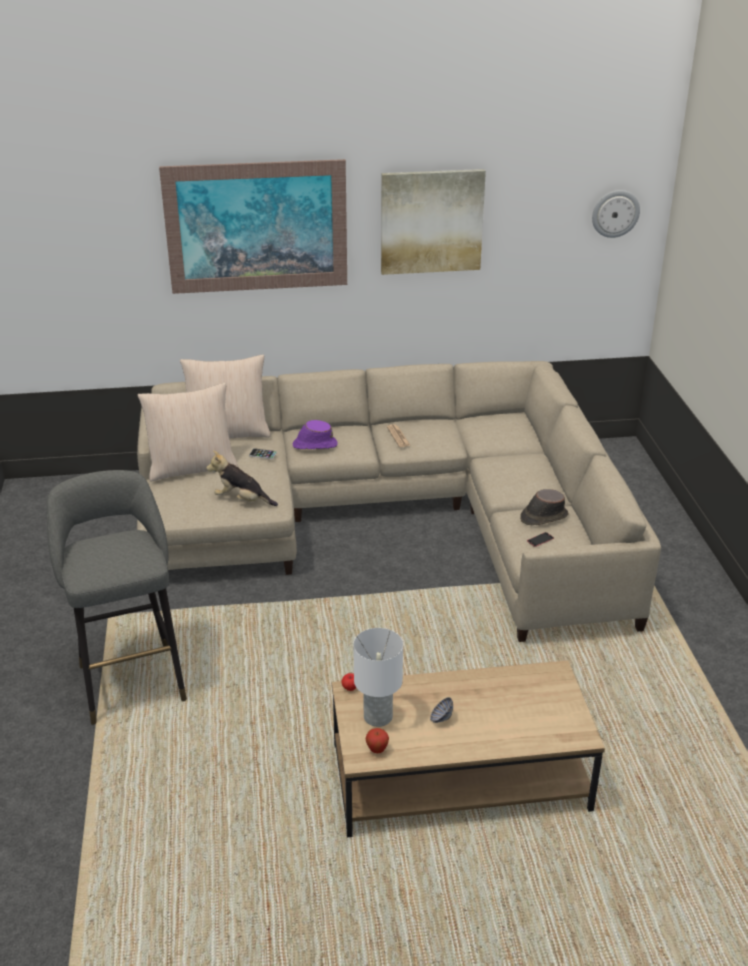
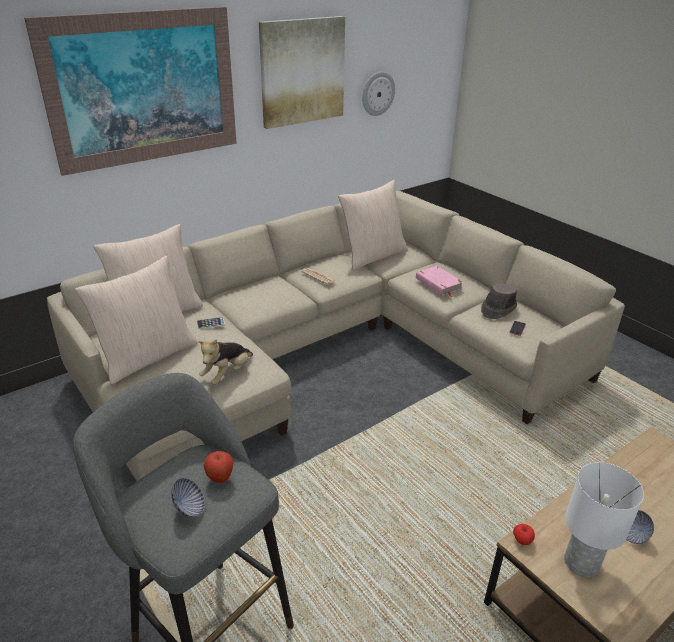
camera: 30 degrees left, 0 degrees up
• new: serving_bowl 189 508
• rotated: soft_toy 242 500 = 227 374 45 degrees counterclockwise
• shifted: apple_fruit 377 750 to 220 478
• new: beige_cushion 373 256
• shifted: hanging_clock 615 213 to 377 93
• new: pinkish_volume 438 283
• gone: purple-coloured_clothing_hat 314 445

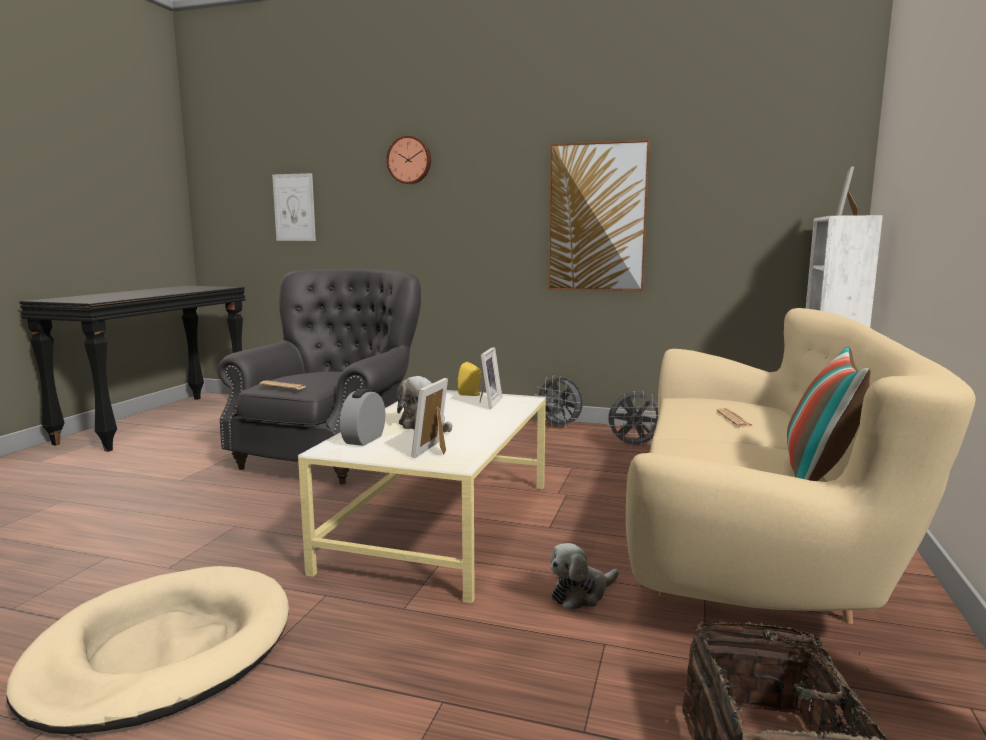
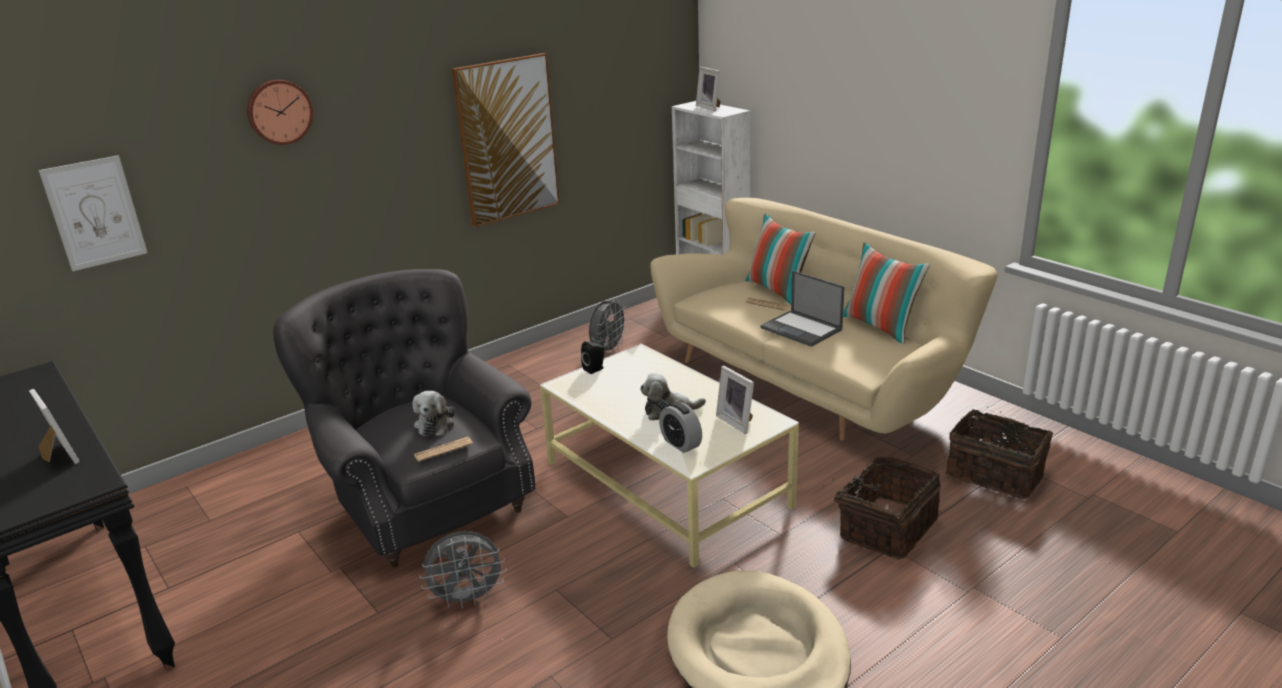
camera: 55 degrees left, 15 degrees up
• shifted: standing_frame 487 403 to 58 457
• shifted: soft_toy 581 594 to 435 424
• shifted: gray_cooling_fan 560 426 to 468 599
• repainted: yellow-coloured_loudspeaker 471 394 to black-coloured_loudspeaker 595 369
• new: cushion 778 290
• new: laptop 802 329
• new: storage_basket 885 528

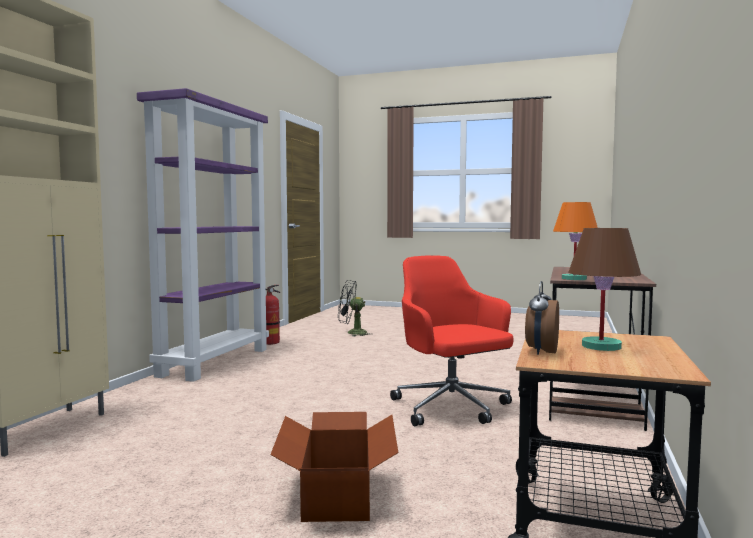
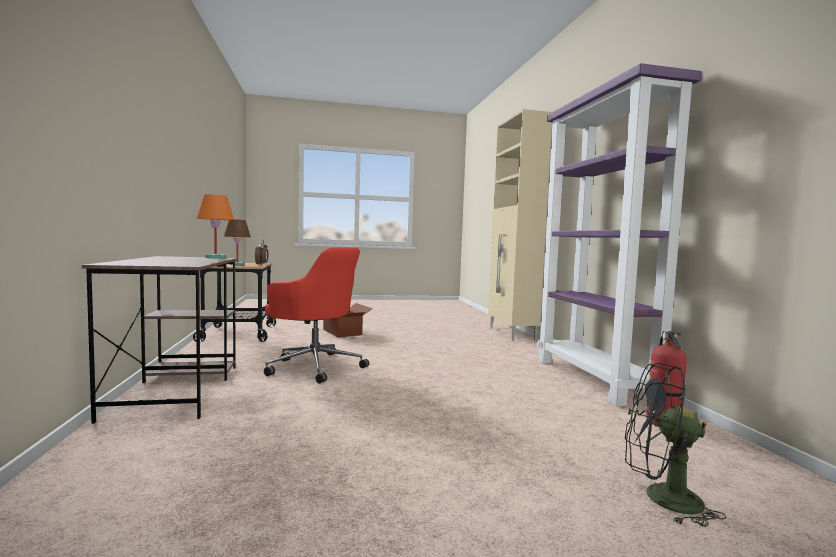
camera: 150 degrees right, 0 degrees up
• rotated: black-coloured_cooling_fan 352 333 = 660 498 135 degrees counterclockwise

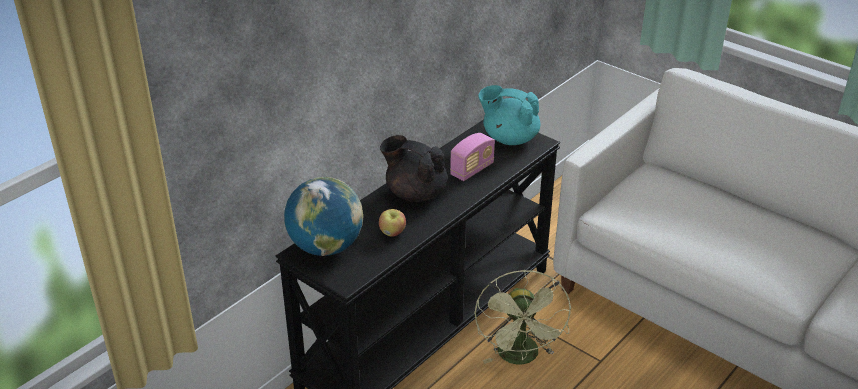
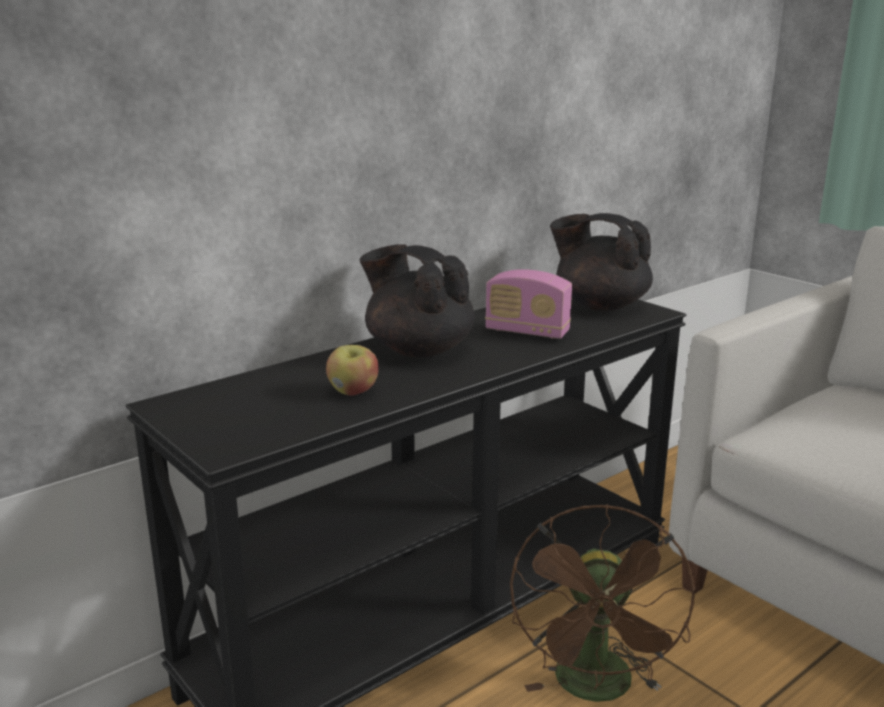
camera: 10 degrees right, 15 degrees down
• rotated: radio_set 472 170 = 527 332 60 degrees clockwise
• repainted: green-coloured_cooling_fan 520 357 to brown_cooling_fan 597 690
• repainted: turquoise_teapot 509 138 to black-coloured_teapot 599 305
• gone: globe 326 247

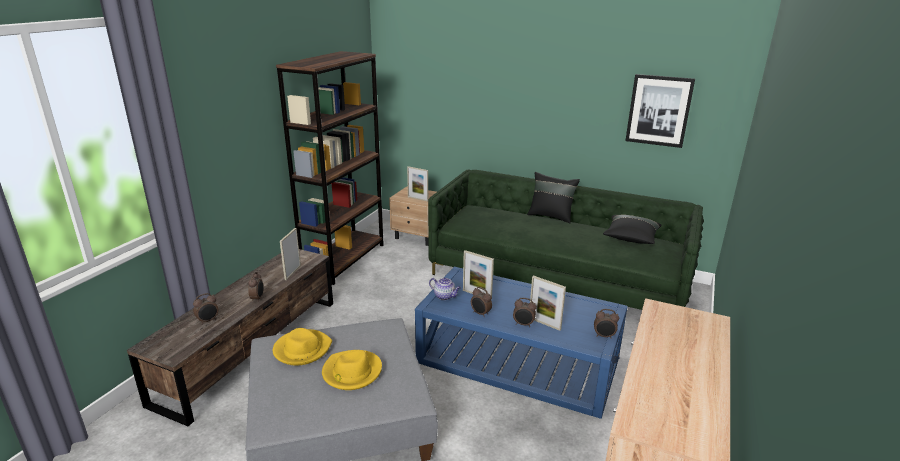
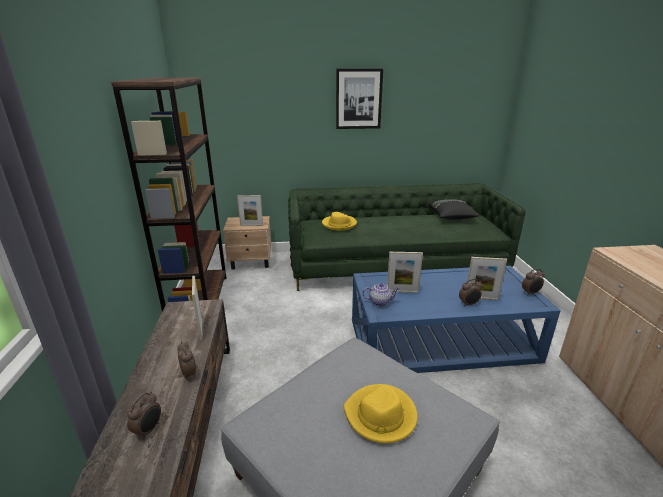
camera: 30 degrees left, 0 degrees up
• shifted: yellow-coloured_clothing_hat 302 349 to 339 224
• shifted: picture 659 110 to 358 99
• gone: table_clock 480 314
• gone: black-coloured_cushion 551 216

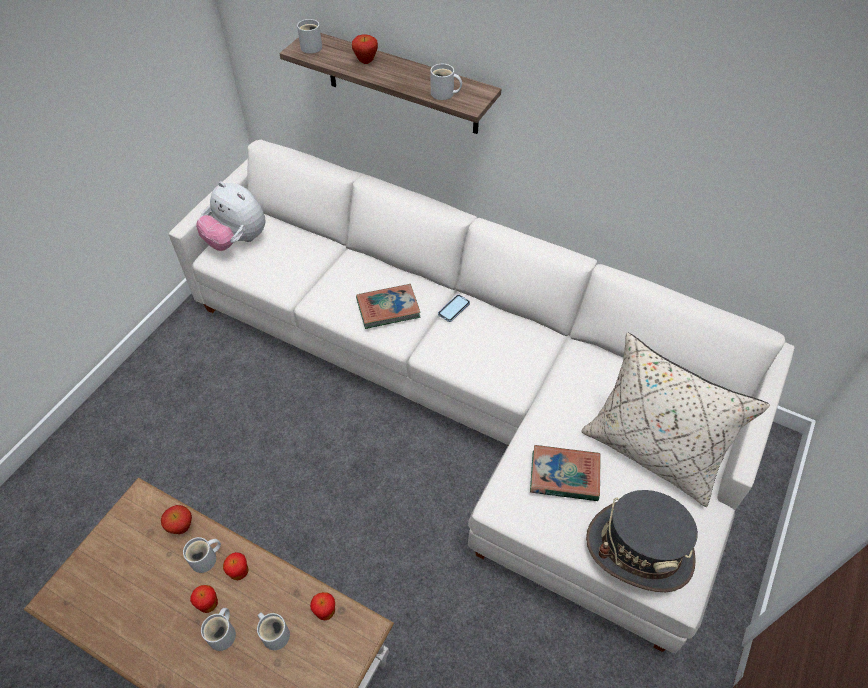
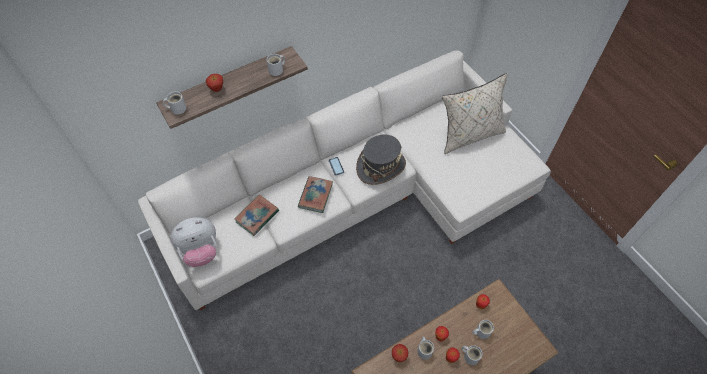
camera: 60 degrees left, 5 degrees up
• shifted: volume 564 475 to 257 216
• shifted: gray_clothing_hat 640 549 to 380 166

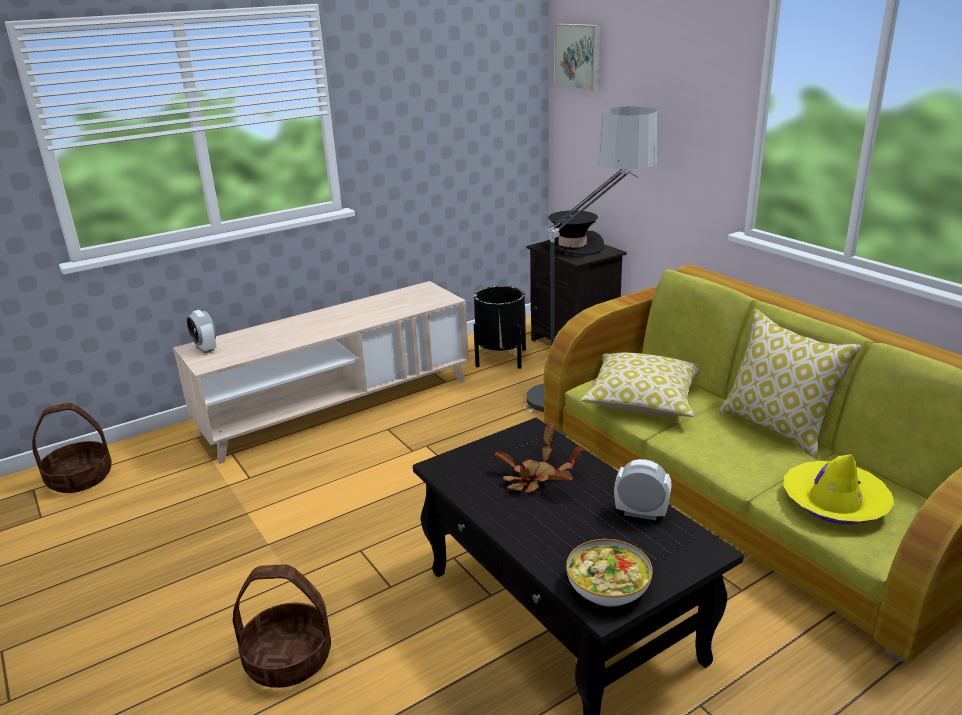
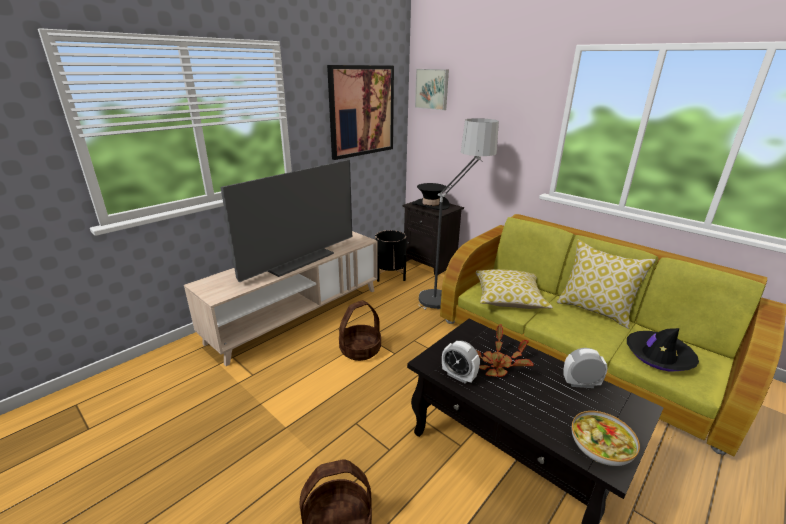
camera: 15 degrees left, 0 degrees up
• new: TV_set 297 259
• new: picture 362 111
• shifted: storage_basket 79 478 to 360 350
• shifted: table_clock 205 348 to 458 376
• repainted: yellow-coloured_clothing_hat 834 501 to black-coloured_clothing_hat 658 356

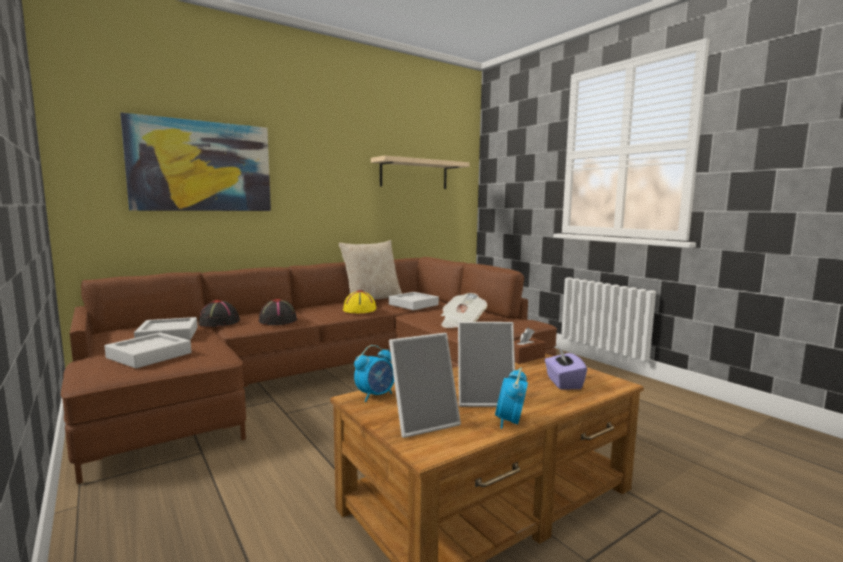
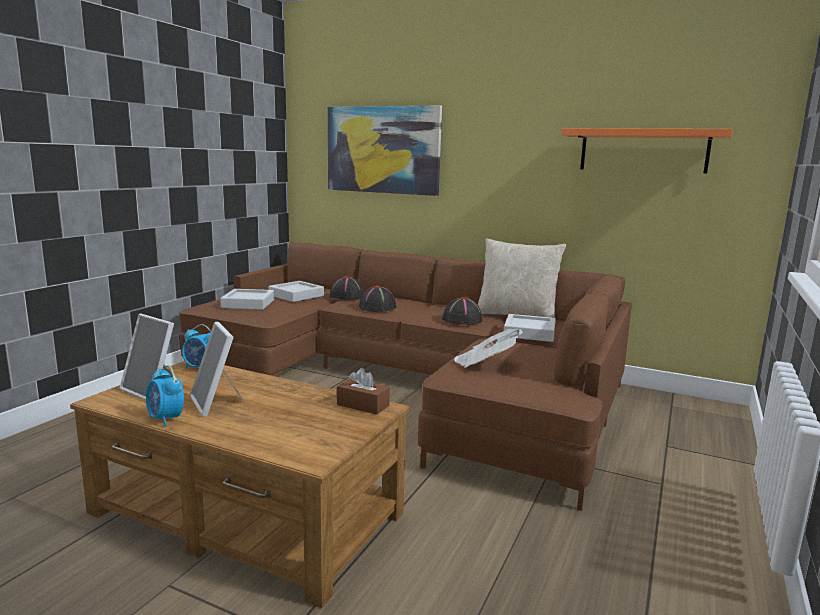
camera: 60 degrees right, 5 degrees up
• rotated: table_clock 510 422 = 166 419 120 degrees counterclockwise
• repainted: yellow-coloured_clothing_hat 359 310 to black-coloured_clothing_hat 461 320
• repainted: beige_bracket_shelf 414 174 to orange-coloured_bracket_shelf 643 151
• gone: purple-coloured_tissue_box 563 383

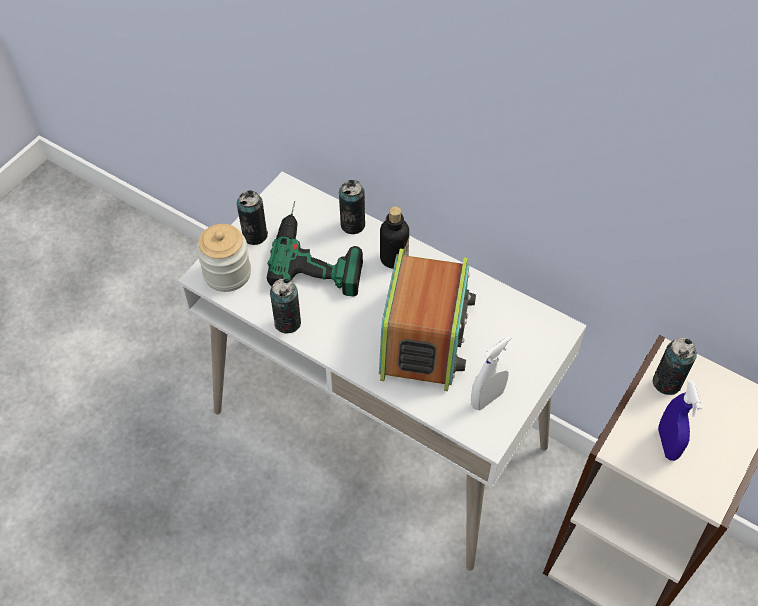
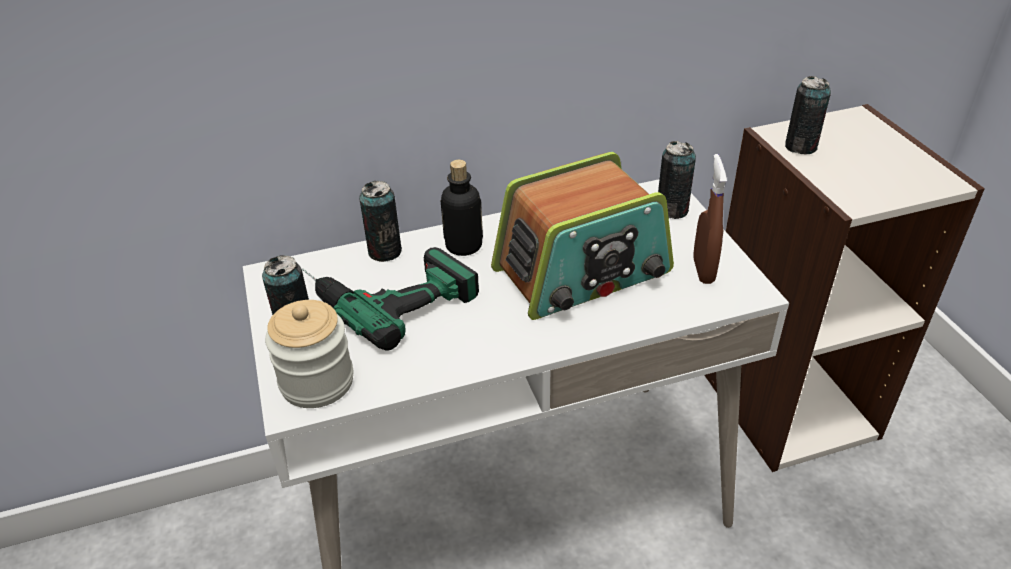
camera: 50 degrees left, 15 degrees down
• rotated: radio_set 425 334 = 583 272 105 degrees clockwise
• shifted: metal_can 287 322 to 672 210
• repainted: whitish_sprayer 487 398 to brown_sprayer 703 270
• gone: bluish_sprayer 667 443

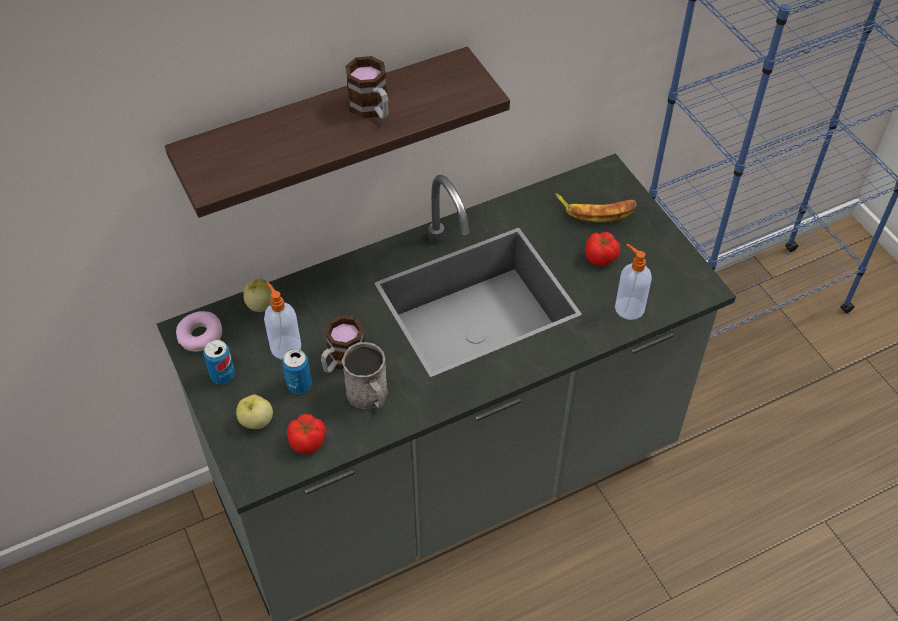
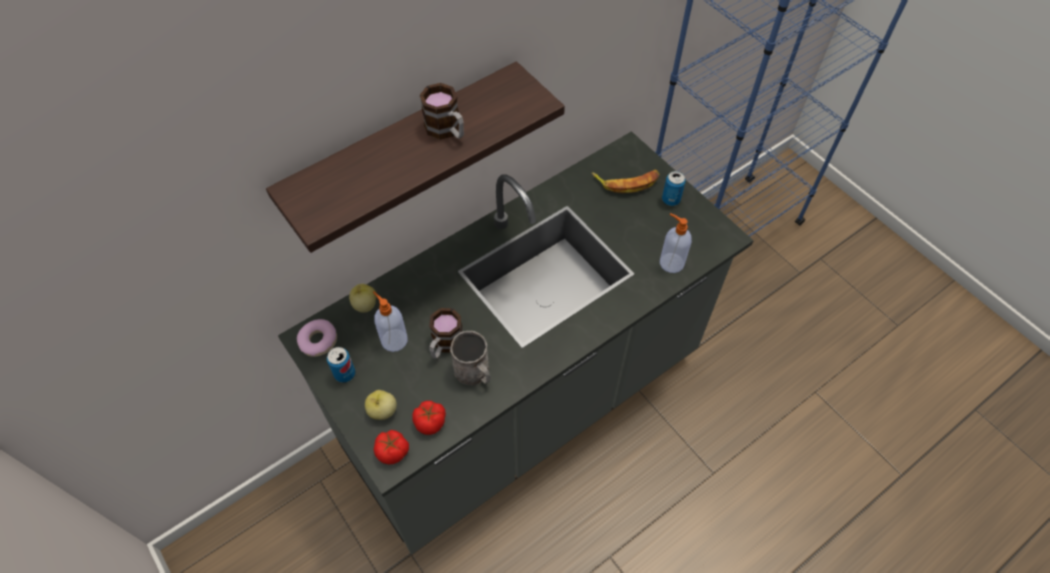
camera: 10 degrees left, 5 degrees up
• shifted: whole_tomato 601 257 to 393 452
• shifted: metal_can 299 384 to 670 200

